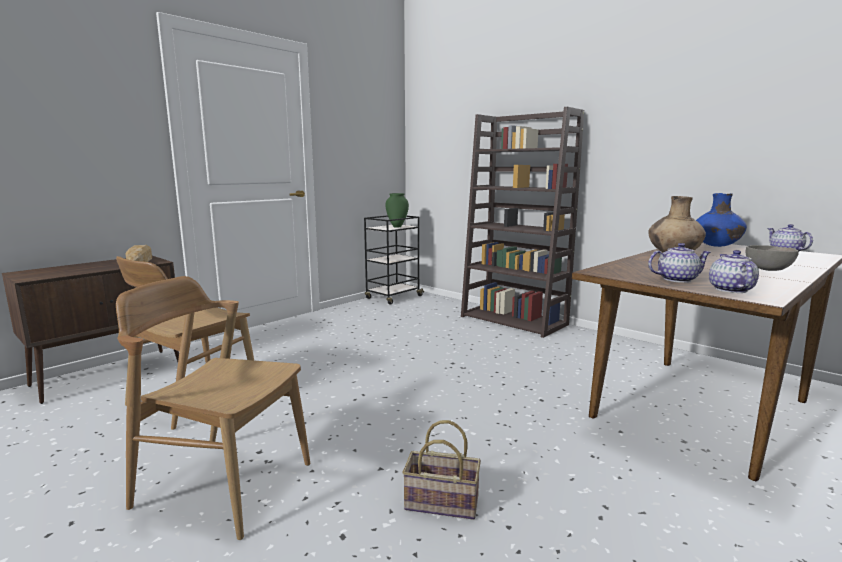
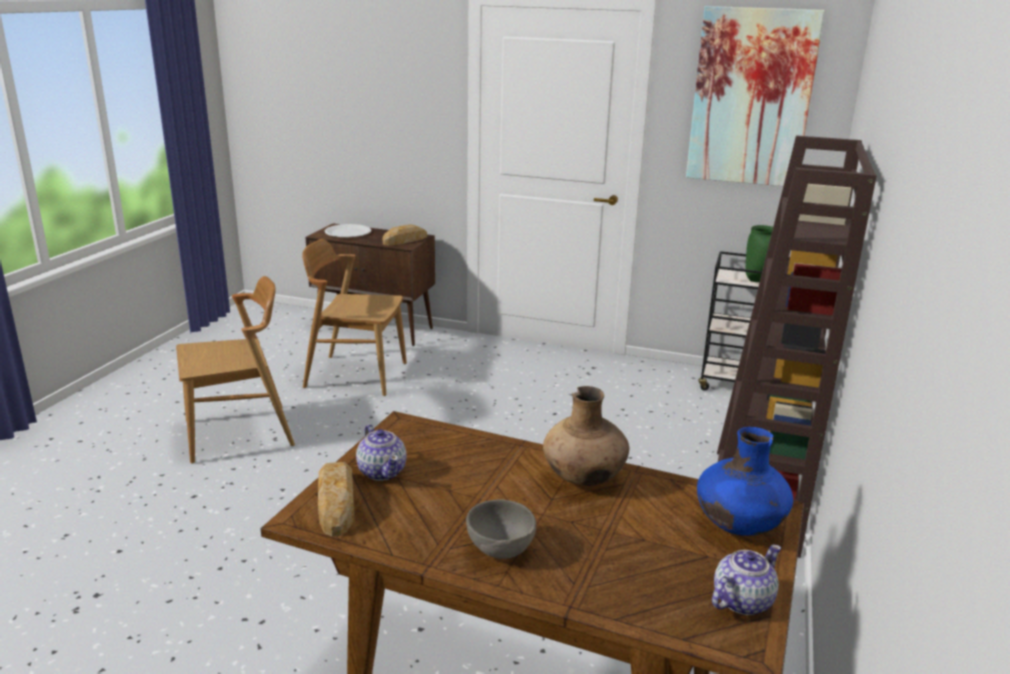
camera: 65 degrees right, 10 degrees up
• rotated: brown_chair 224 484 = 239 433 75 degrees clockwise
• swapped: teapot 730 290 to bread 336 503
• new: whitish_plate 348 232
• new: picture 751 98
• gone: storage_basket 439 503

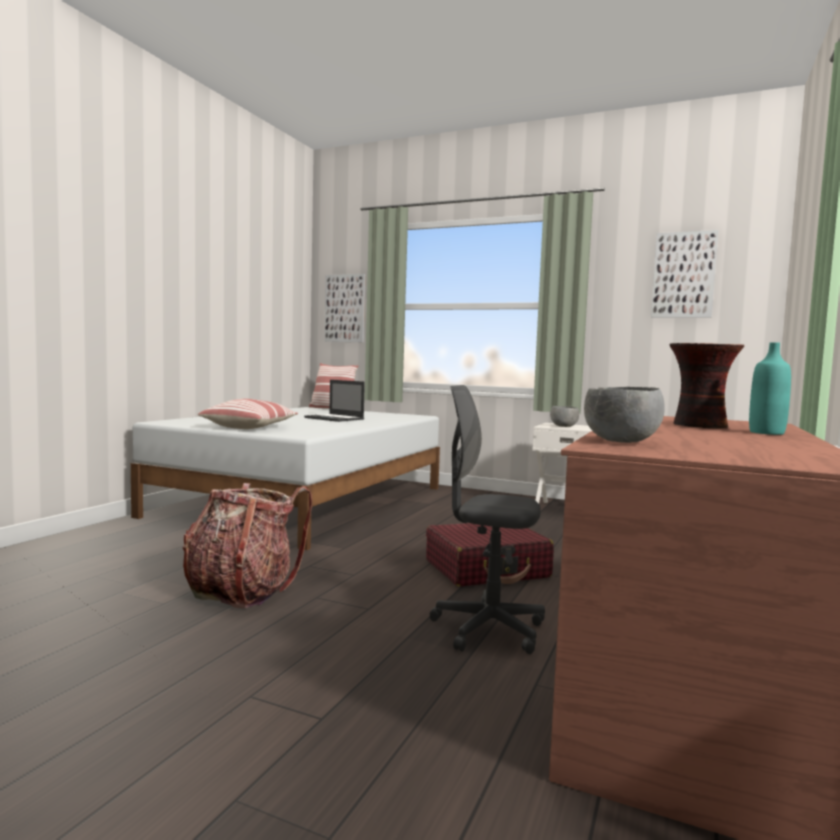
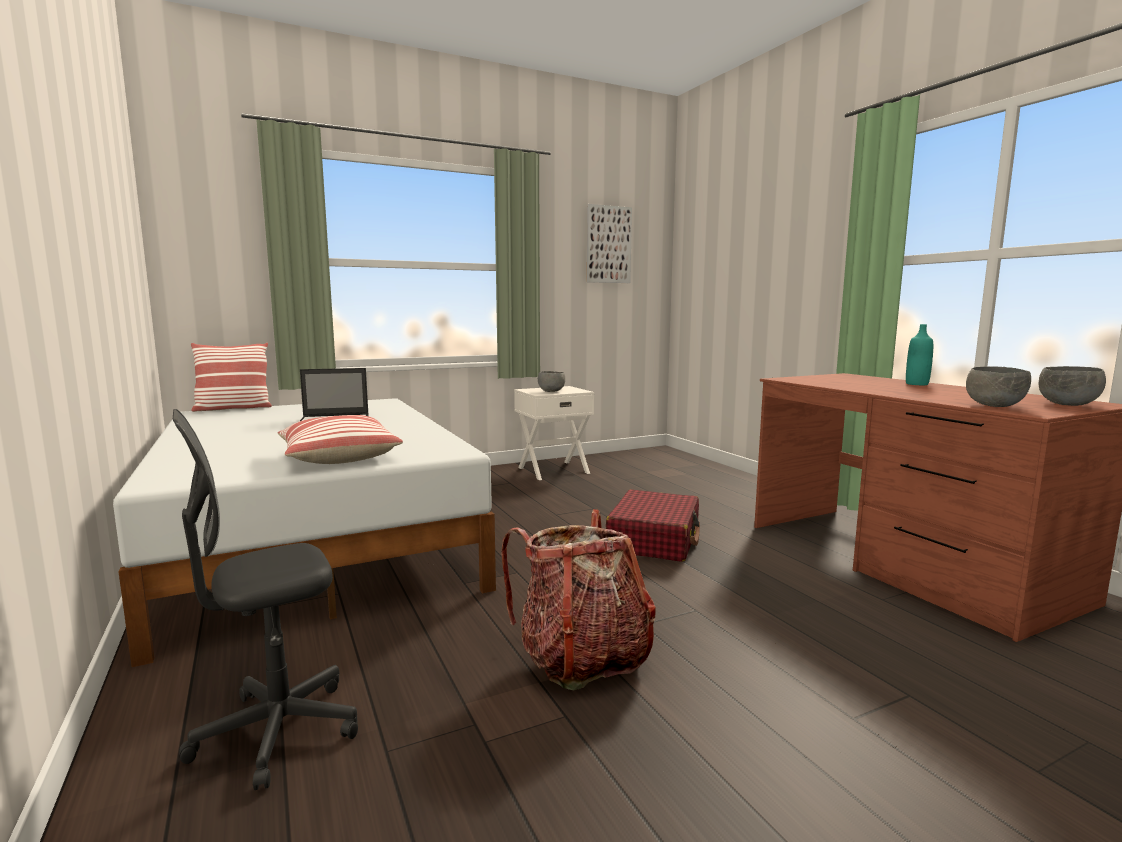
camera: 50 degrees left, 5 degrees up
• shifted: gray_office_chair 488 629 to 277 732
• new: gray_serving_bowl 1068 405
• gone: picture 345 308
• gone: decorative_vase 700 425

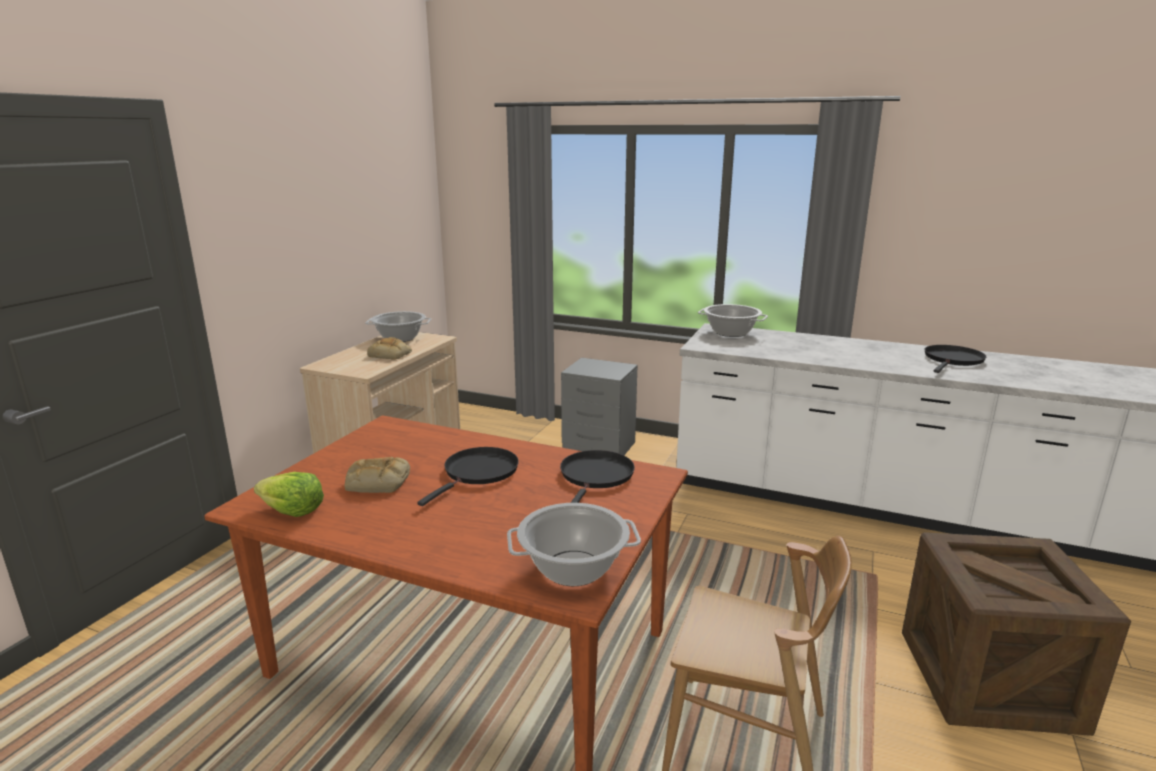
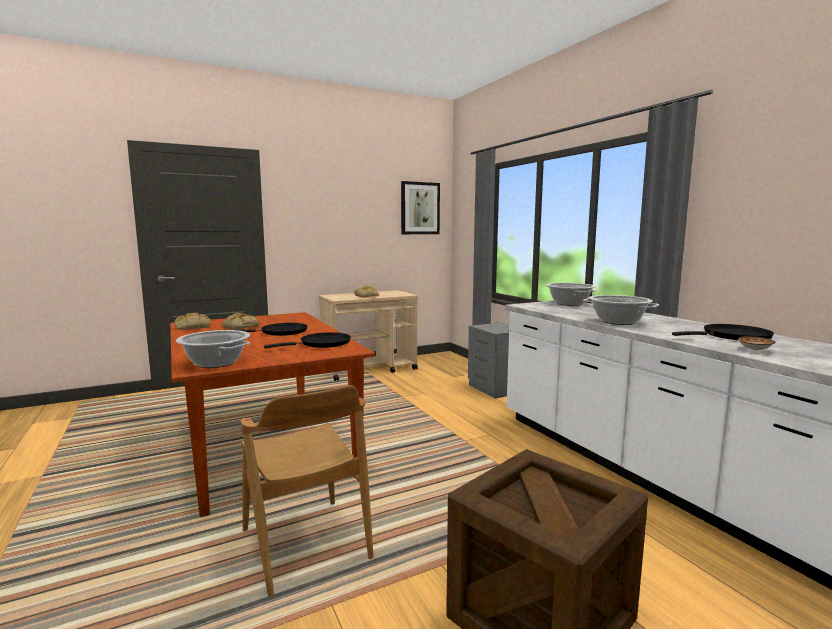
camera: 40 degrees right, 10 degrees down
• swapped: lettuce 292 511 to bread 192 327
• new: picture 420 208
• shifted: saucepot 399 338 to 617 322
• new: serving_bowl 754 350

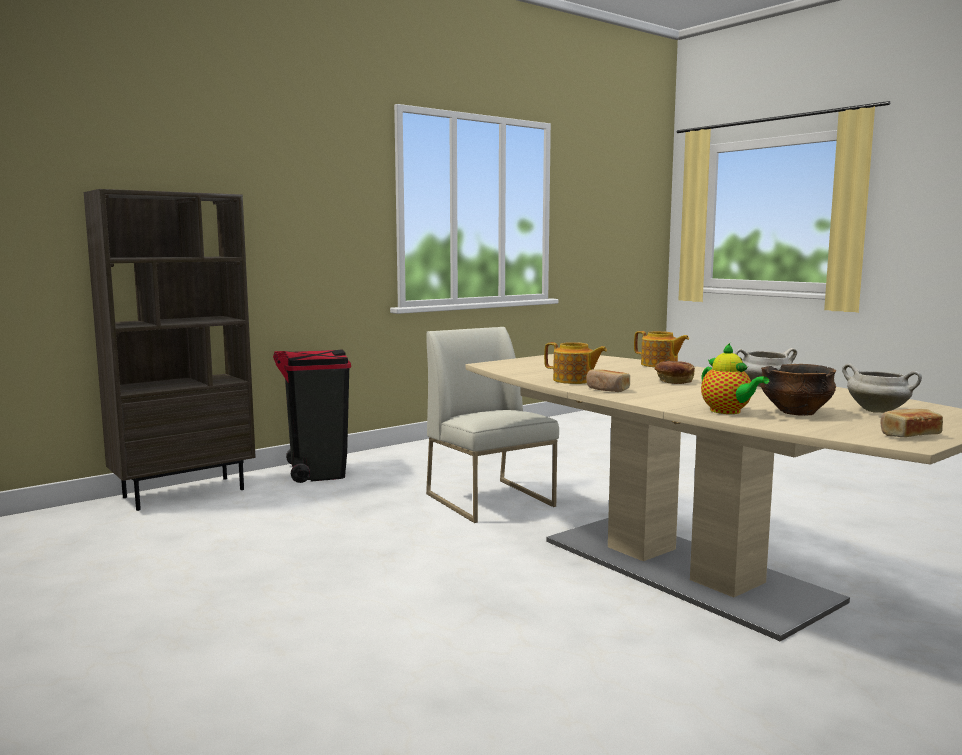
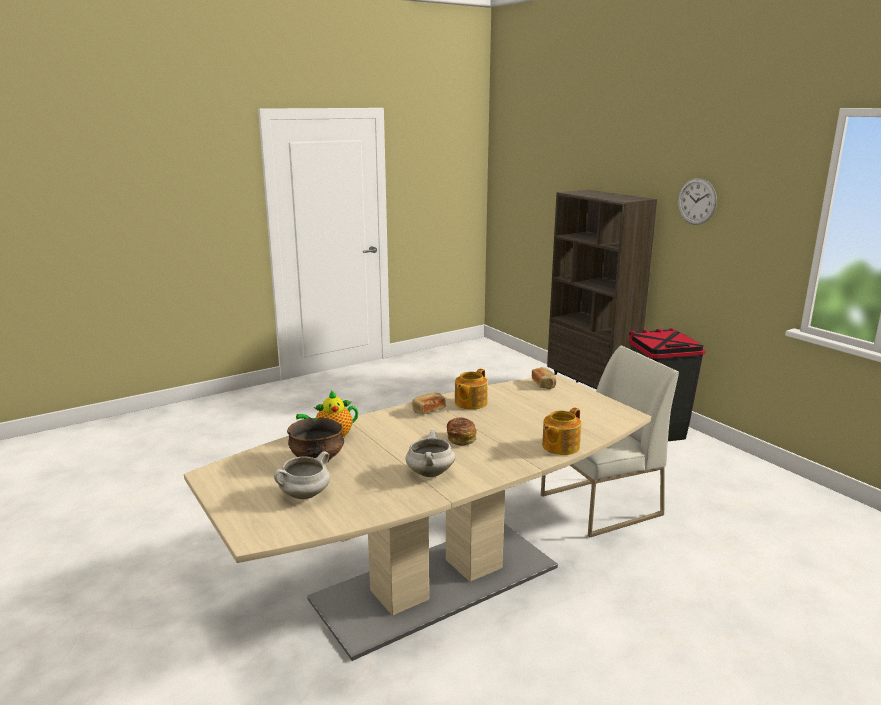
camera: 95 degrees right, 10 degrees up
• shifted: bread 908 435 to 544 384
• new: hanging_clock 697 201

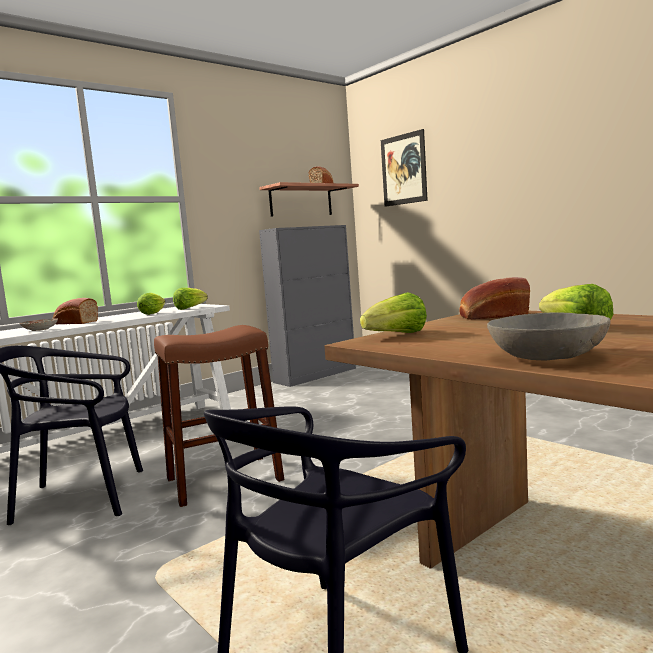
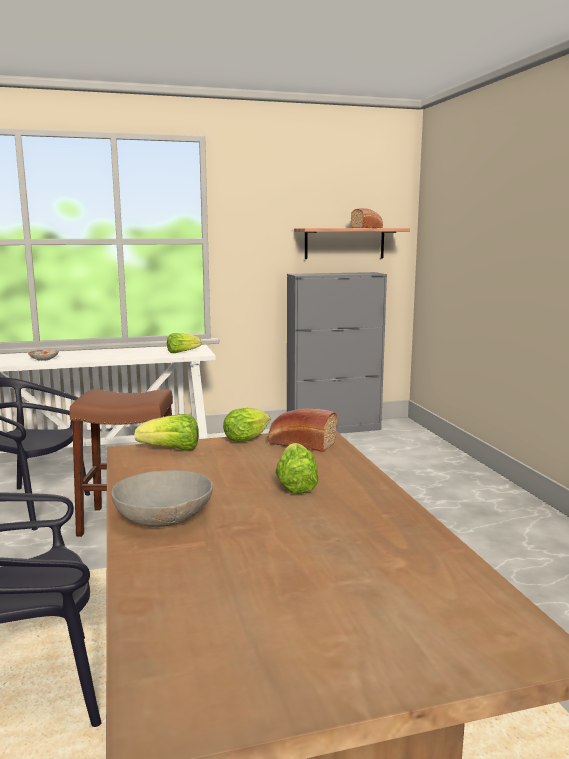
camera: 25 degrees right, 5 degrees up
• shifted: lettuce 153 313 to 248 439
• gone: bread 74 322
• gone: picture 403 169

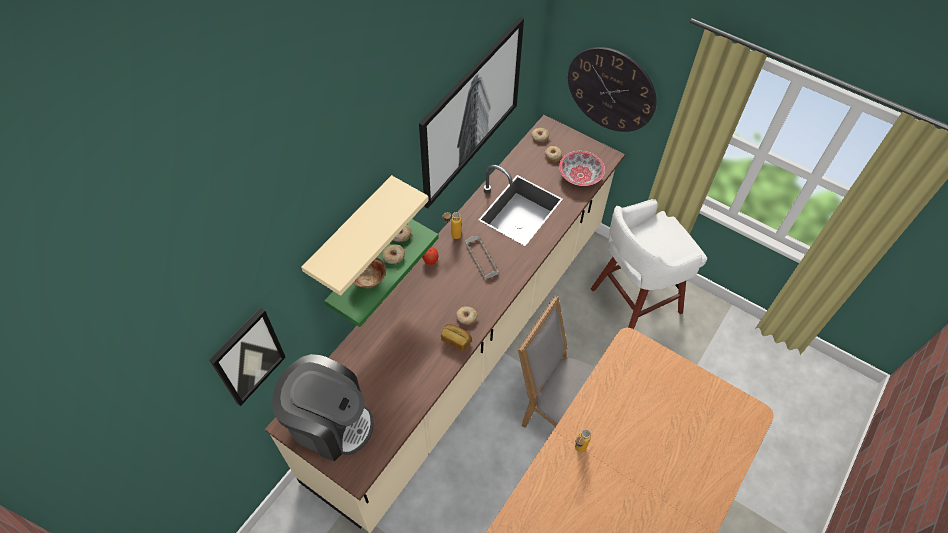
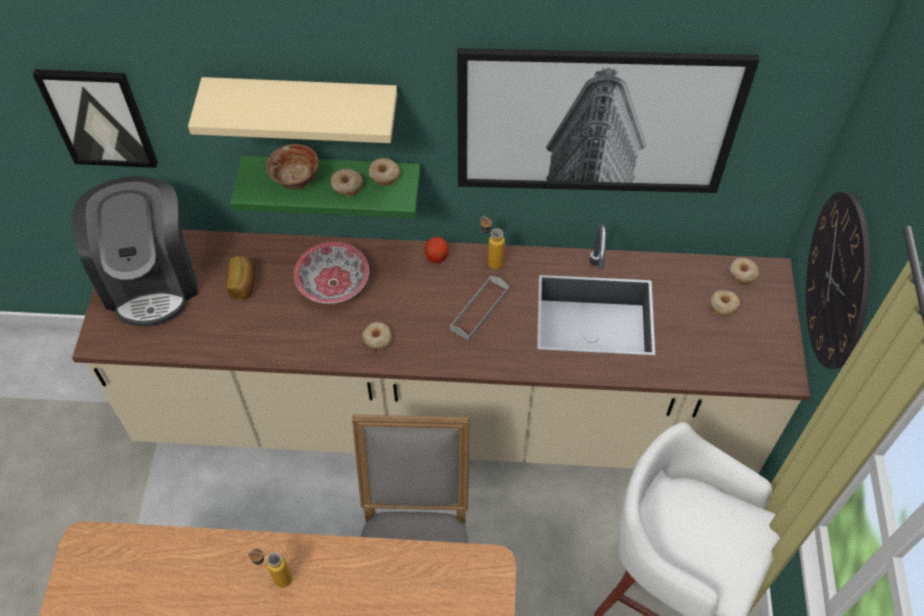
camera: 60 degrees right, 0 degrees up
• shifted: bread 456 340 to 244 284
• shifted: serving_bowl 580 176 to 332 283

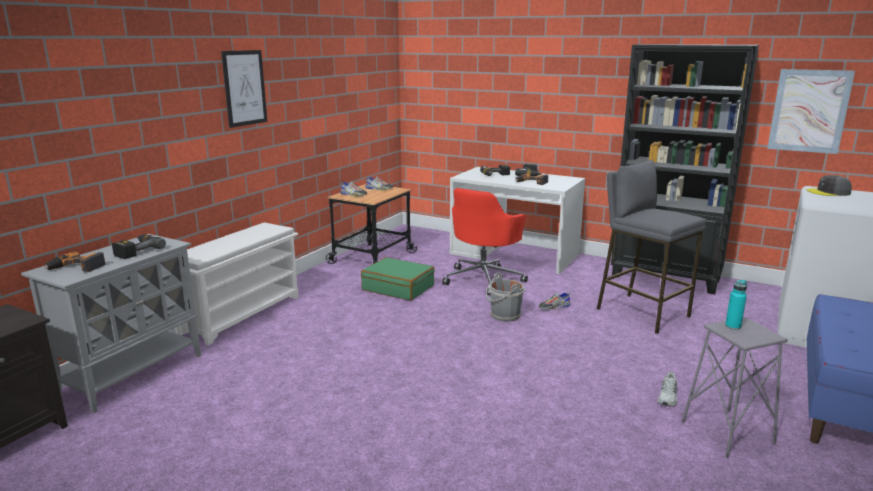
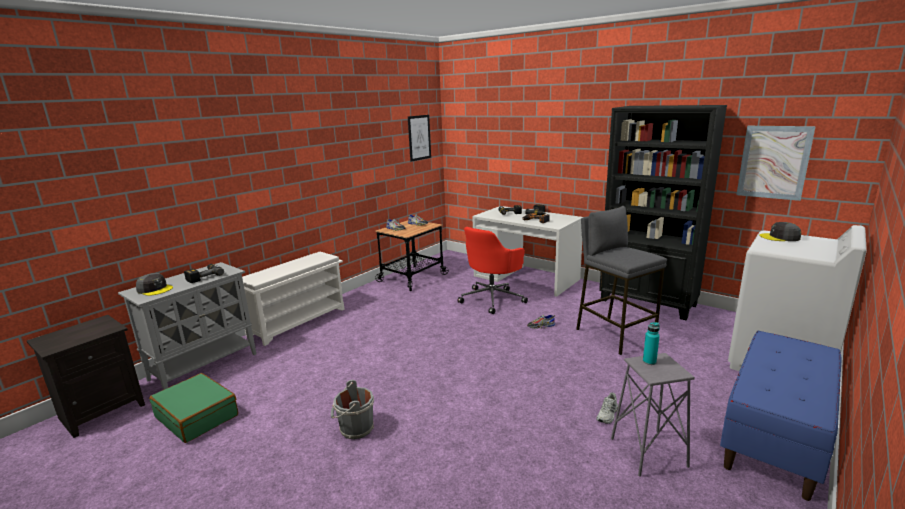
camera: 10 degrees right, 0 degrees up
• swapped: power_drill 76 267 to gray_peaked_cap 155 289
• shifted: green-coloured_suitcase 398 288 to 197 416
• shifted: gray_pail 504 315 to 355 429
• shifted: picture 244 88 to 419 137

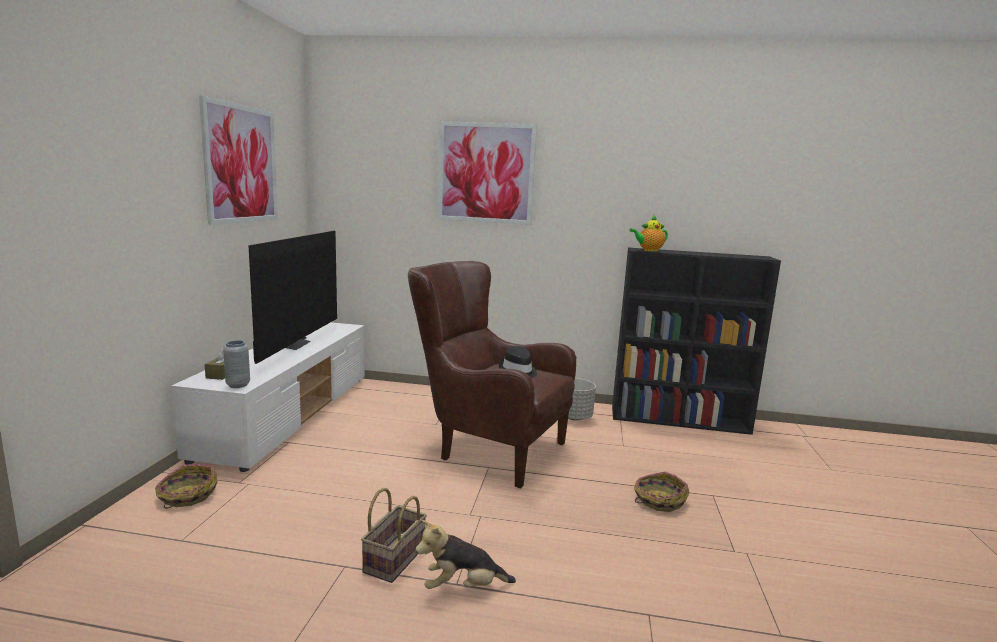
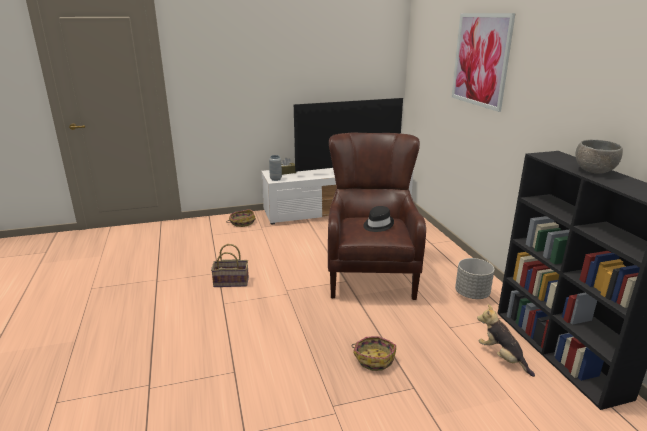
camera: 65 degrees right, 10 degrees up
• shifted: soft_toy 462 587 to 502 357
• new: gray_serving_bowl 593 171
• gone: picture 241 164
• gone: teapot 648 250

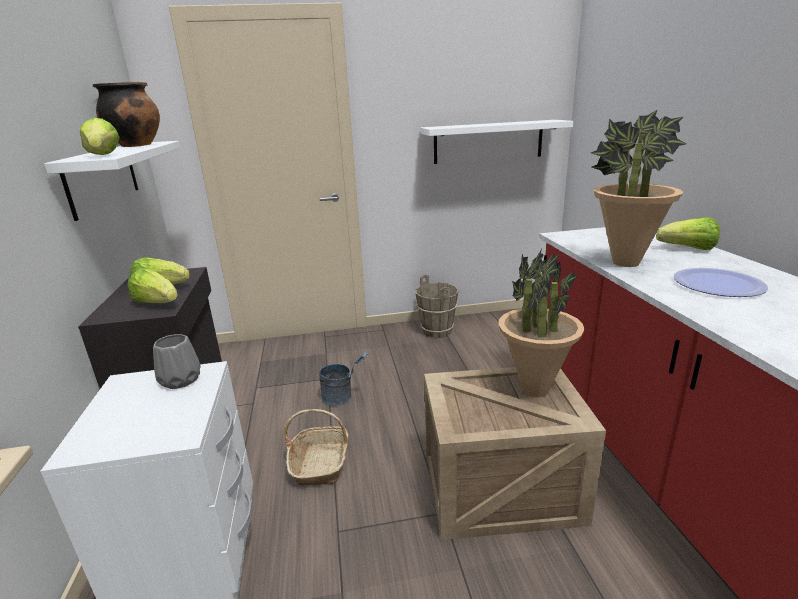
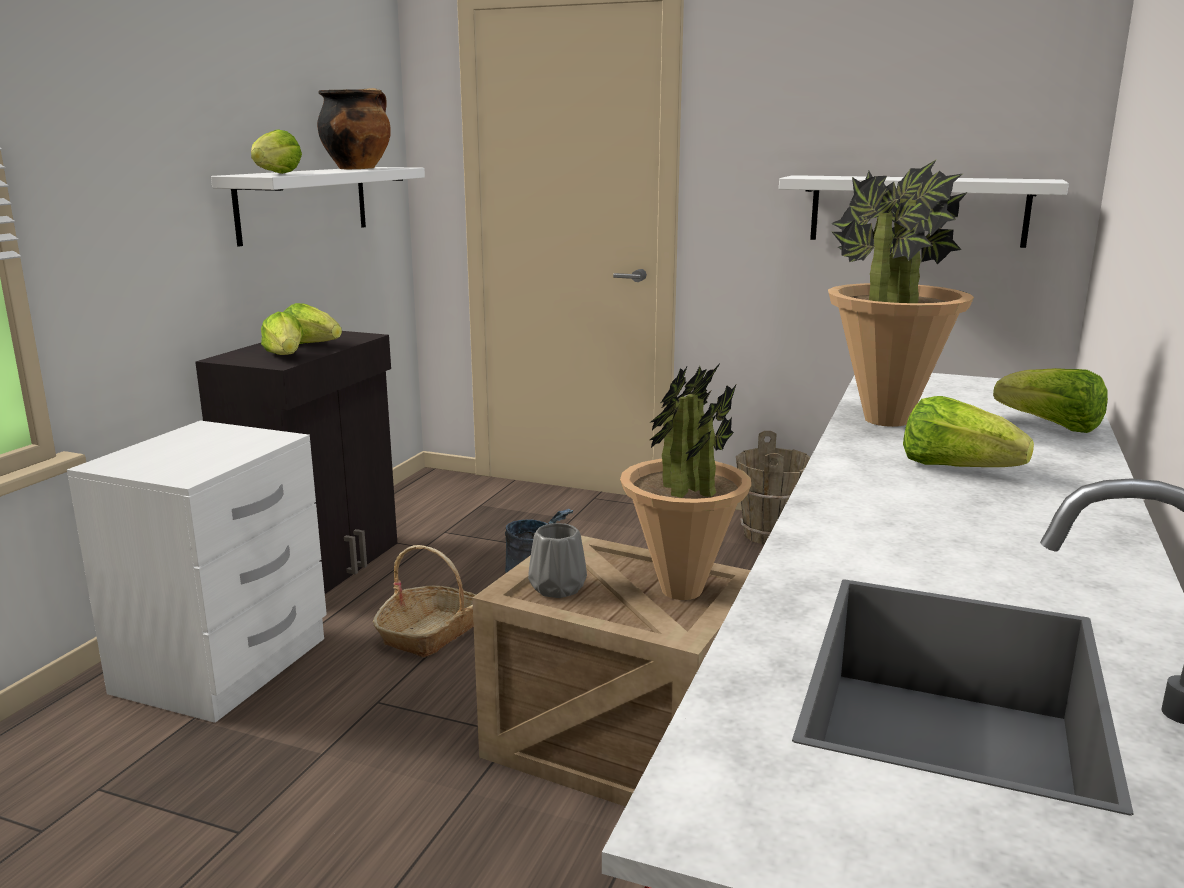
camera: 30 degrees right, 5 degrees down
• shifted: gray_decorative_vase 181 379 to 558 587
• swapped: plate 717 284 to lettuce 956 468

